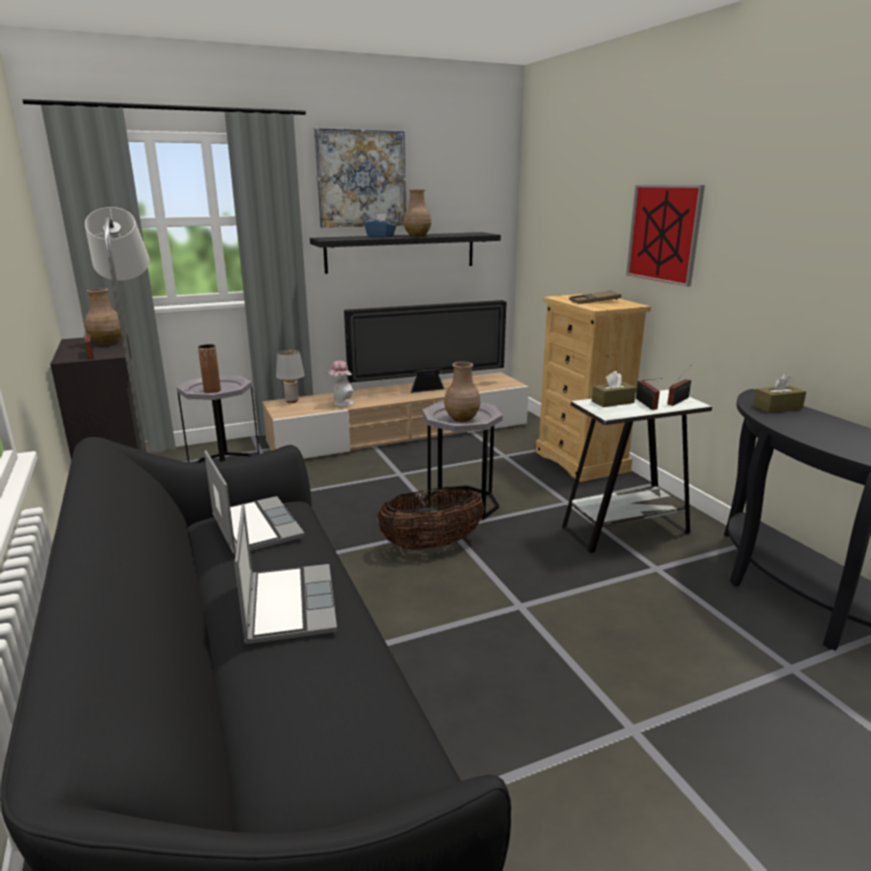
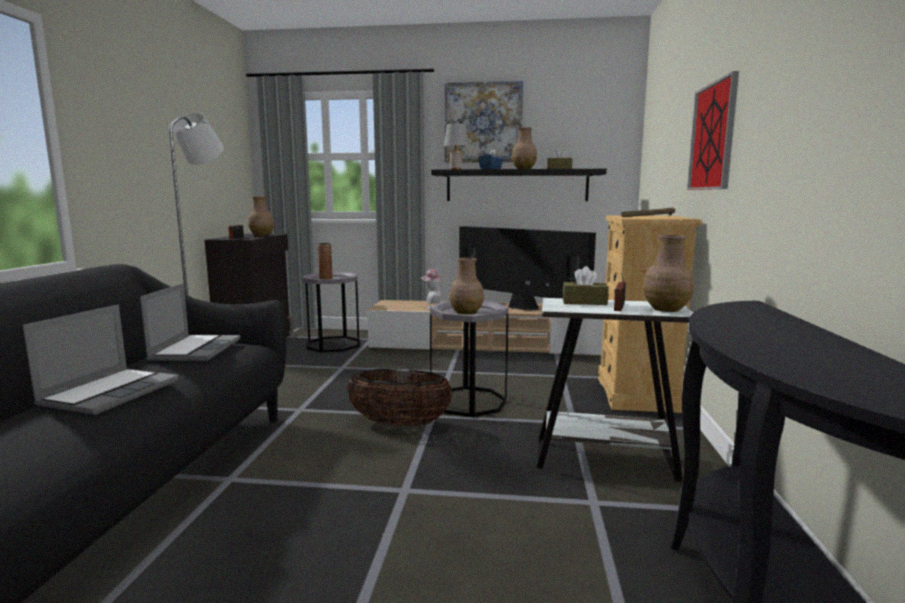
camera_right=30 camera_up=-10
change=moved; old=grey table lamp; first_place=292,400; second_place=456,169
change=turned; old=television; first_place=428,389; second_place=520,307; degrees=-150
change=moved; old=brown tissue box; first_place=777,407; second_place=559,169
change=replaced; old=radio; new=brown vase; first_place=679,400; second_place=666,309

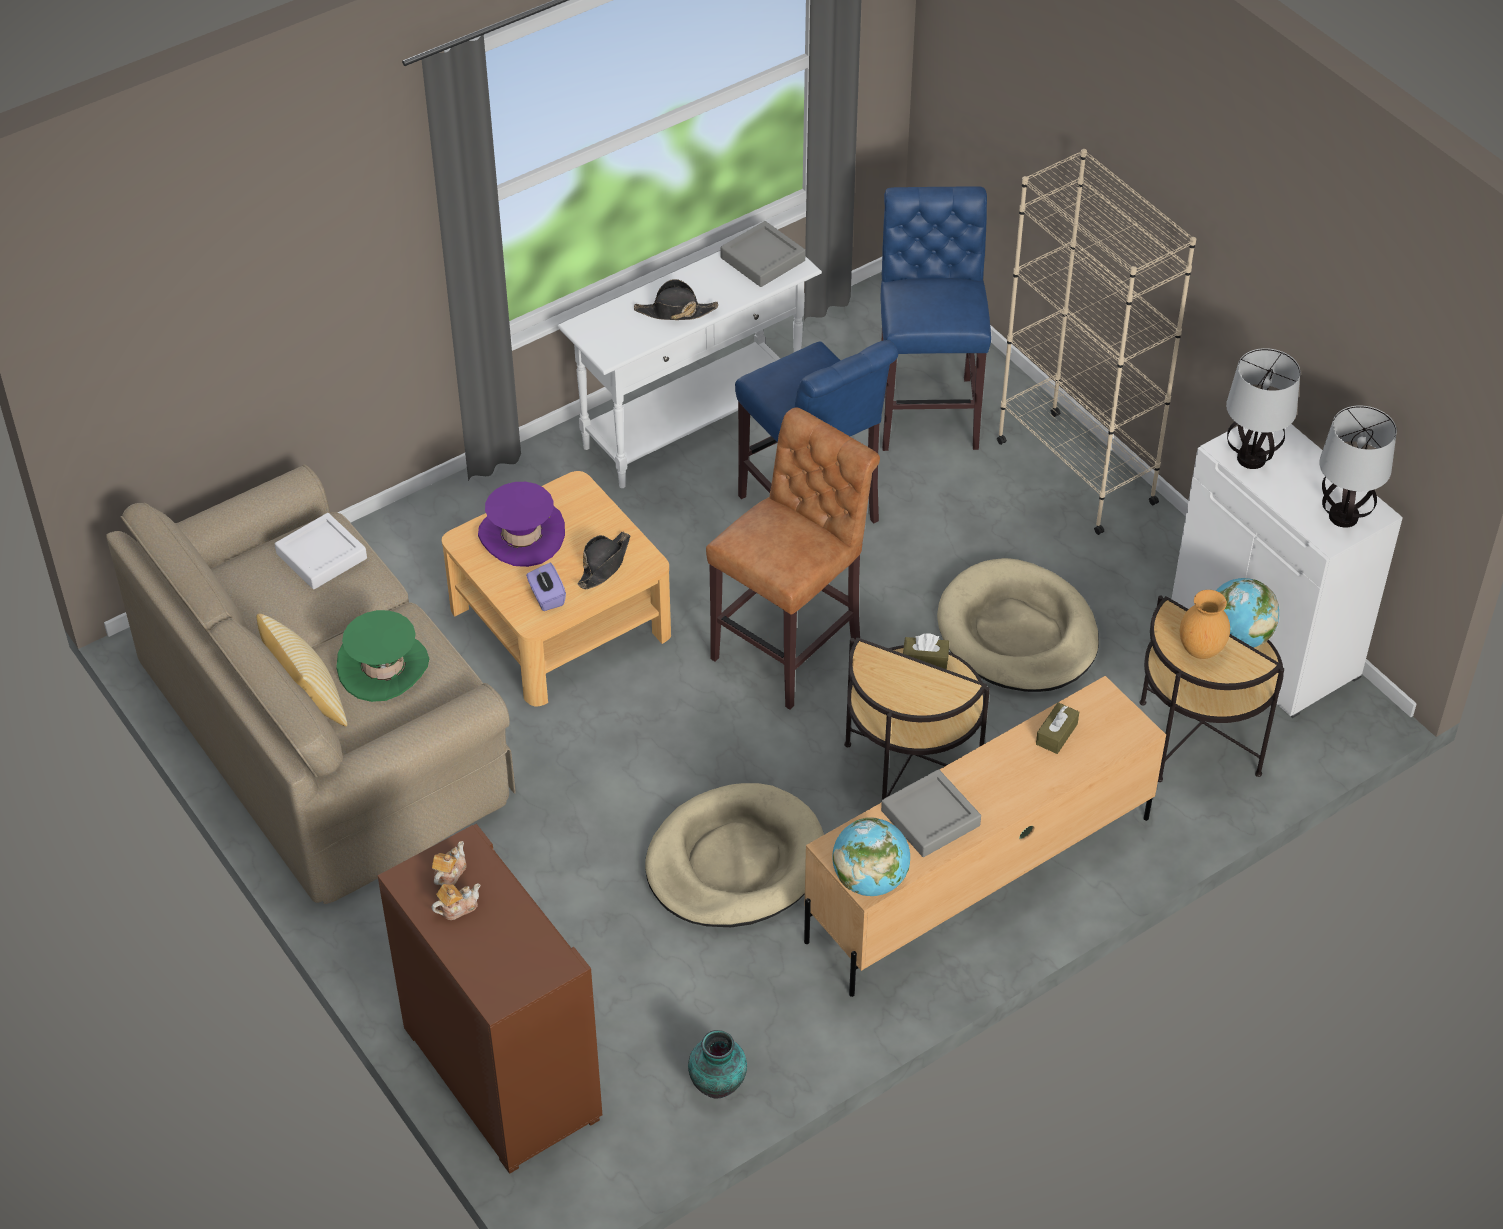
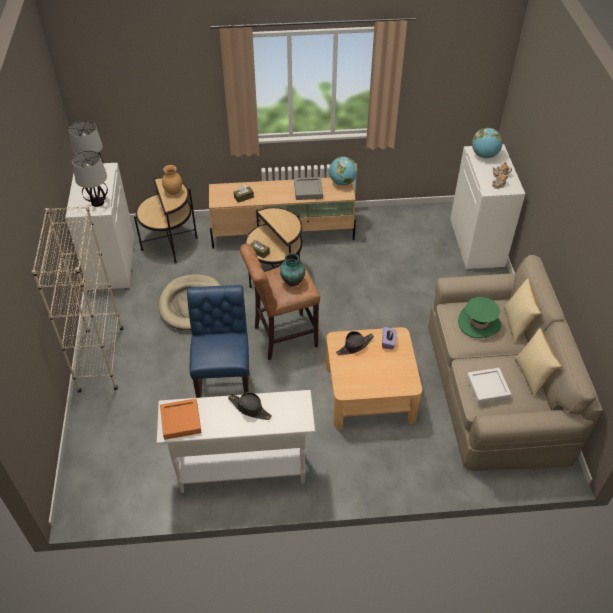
camera_right=-150 camera_up=0
change=recoloured; old=grey tray; new=orange tray; first_place=762,259; second_place=181,421
change=moved; old=vase; first_place=719,1085; second_place=292,281
change=recoloured; old=brown cabinet; new=white cabinet; first_place=499,1073; second_place=477,243
change=moved; old=globe; first_place=1237,637; second_place=484,155
change=added; new=pillow; second_place=532,376
change=removed; old=purple hat; first_place=522,536
change=removed; old=beige dog bed; first_place=735,862
change=removed; old=blue stool; first_place=927,408

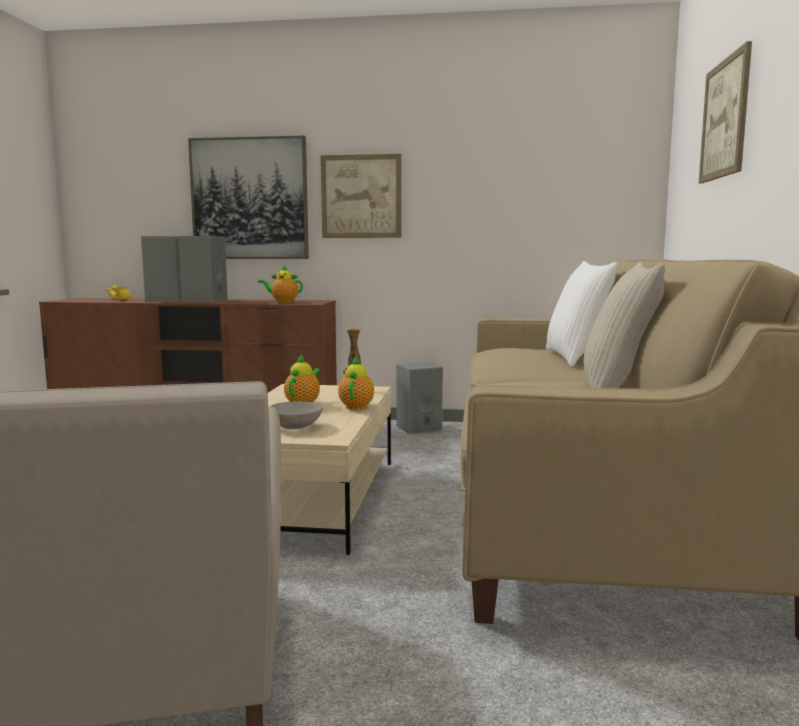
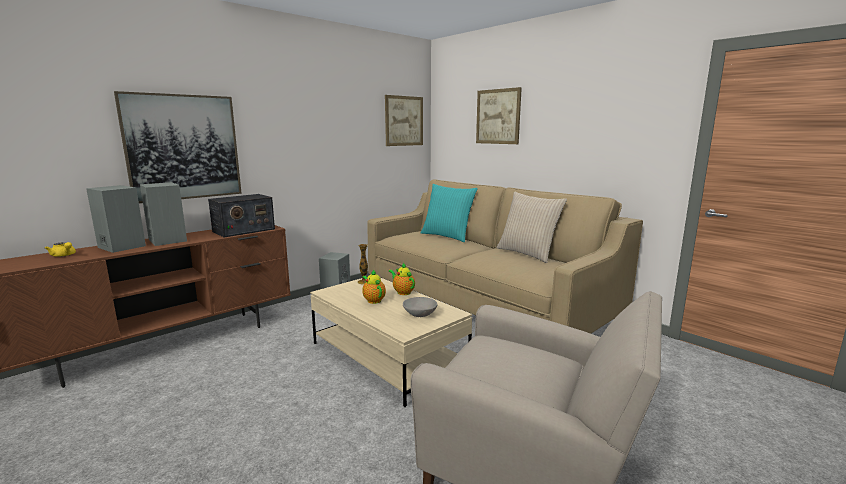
camera_right=-50 camera_up=5
change=replaced; old=teapot; new=radio; first_place=283,302; second_place=243,230
change=moved; old=picture; first_place=361,196; second_place=404,121
change=recoloured; old=white pillow; new=turquoise pillow; first_place=576,358; second_place=447,236

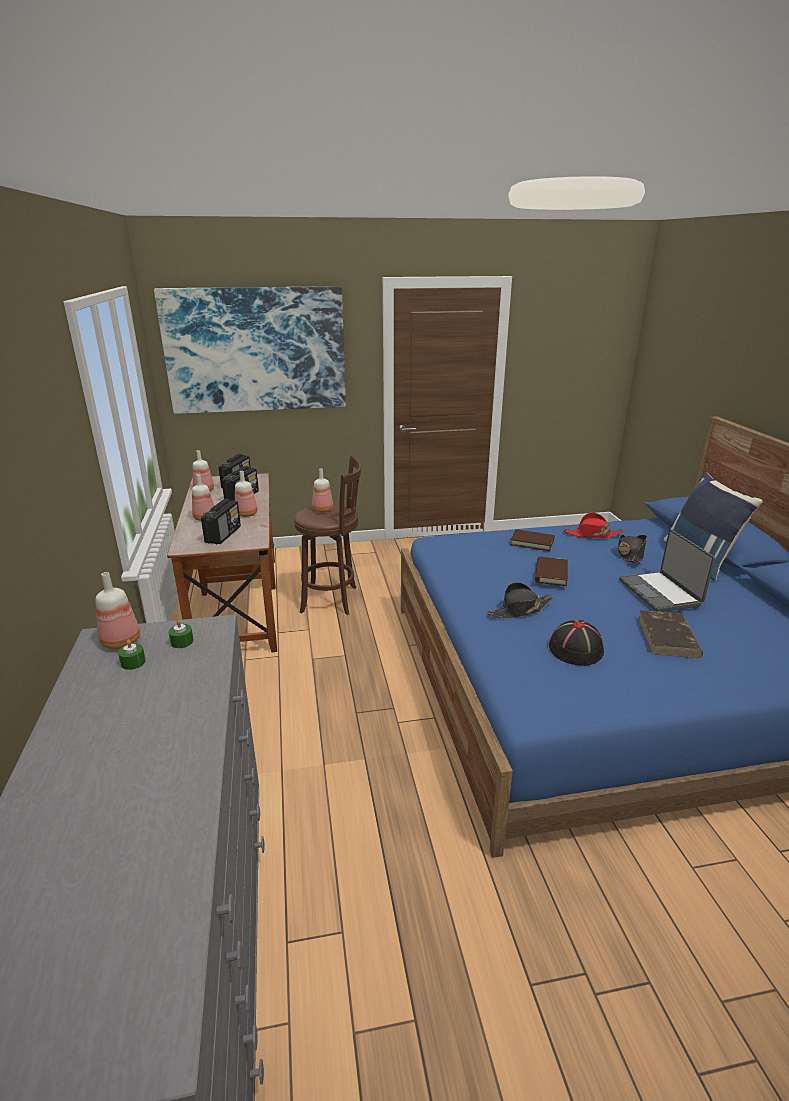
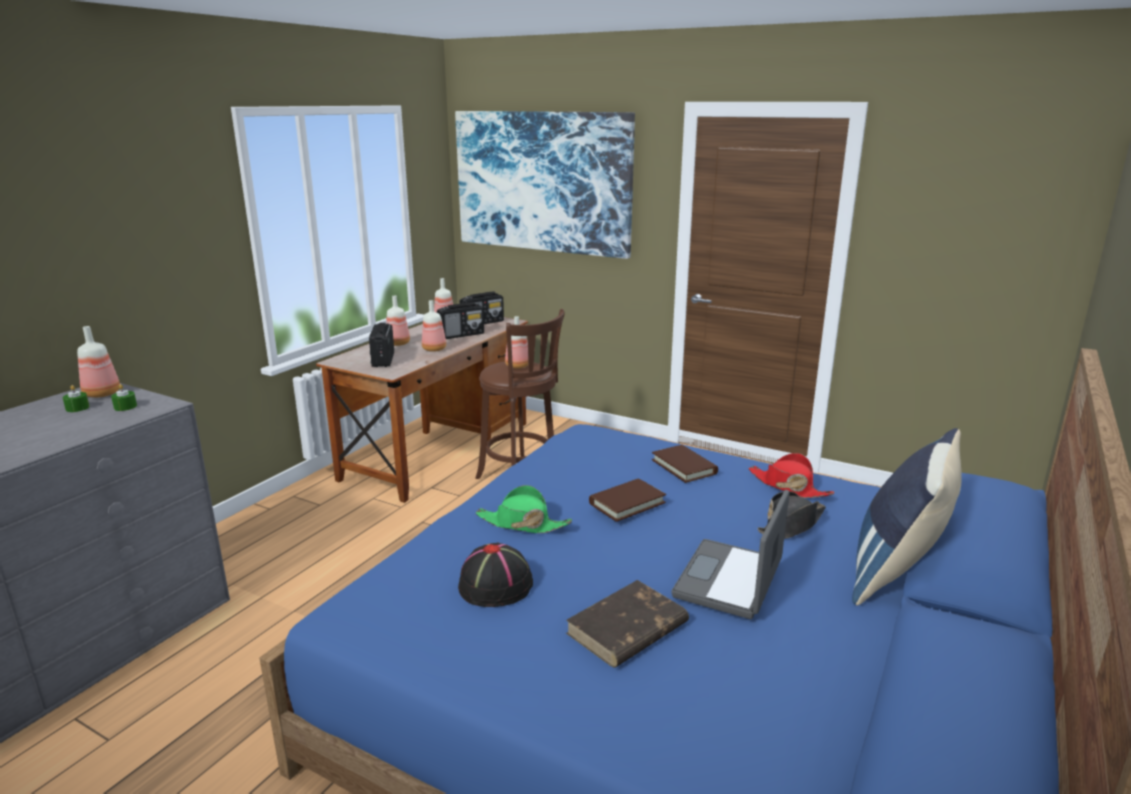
camera_right=40 camera_up=-5
change=turned; old=radio; first_place=223,534; second_place=383,360; degrees=120
change=recoloured; old=black hat; new=green hat; first_place=519,610; second_place=522,523

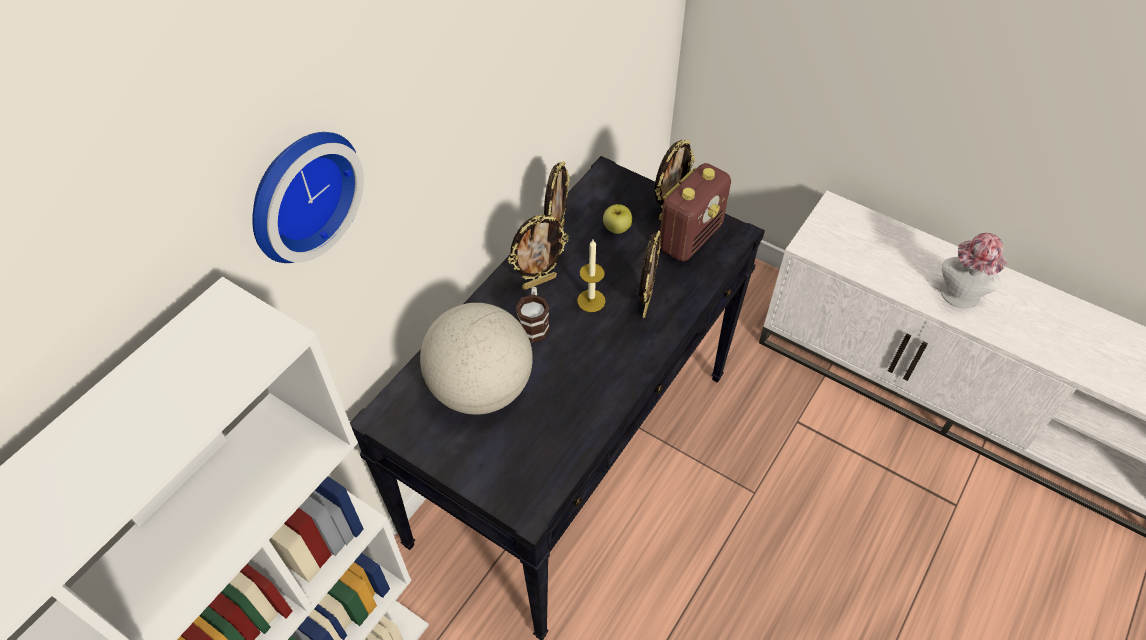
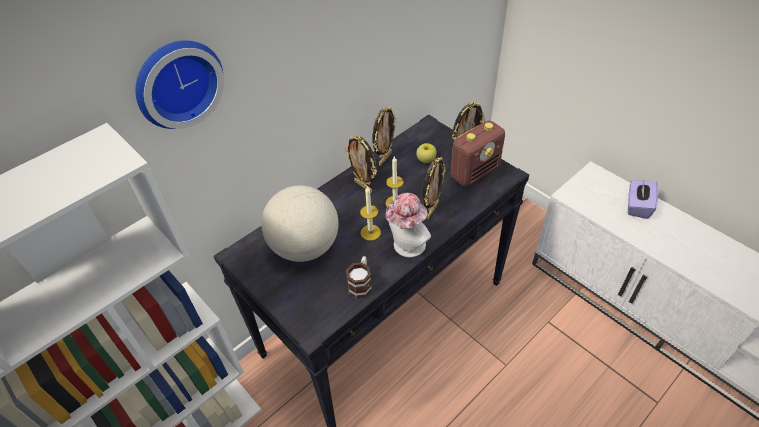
camera_right=15 camera_up=-5
change=turned; old=picture frame; first_place=539,282; second_place=364,186; degrees=60
change=moved; old=mug; first_place=534,323; second_place=361,284
change=added; new=candle; second_place=370,232
change=moved; old=hat; first_place=958,297; second_place=406,247
change=added; new=purple tissue box; second_place=637,206

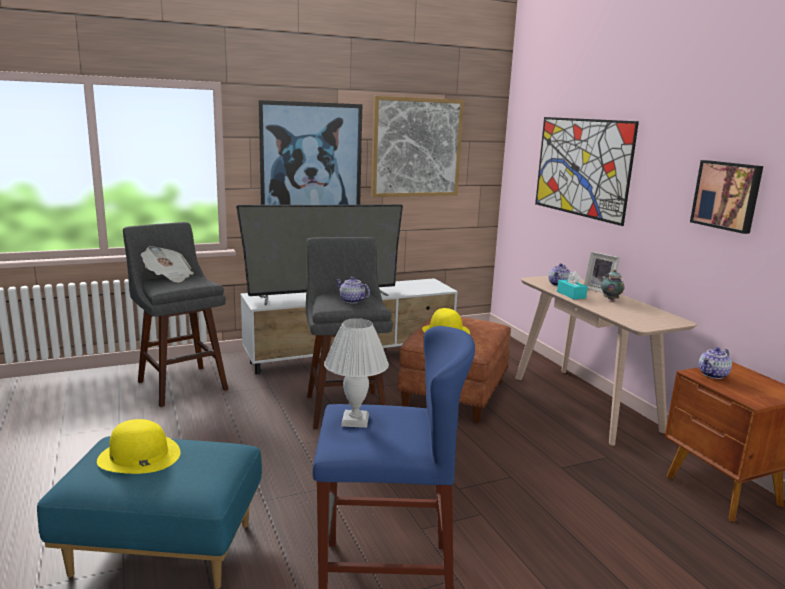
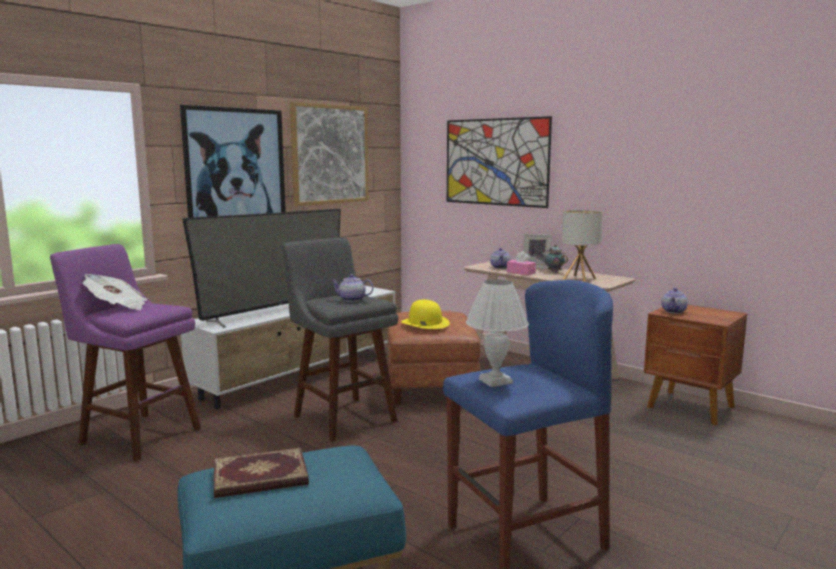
camera_right=-25 camera_up=-5
change=recoloured; old=grey stool; new=purple stool; first_place=180,384; second_place=137,435
change=replaced; old=yellow hat; new=book; first_place=138,456; second_place=260,478
change=recoloured; old=turquoise tissue box; new=pink tissue box; first_place=571,295; second_place=521,272
change=added; new=table lamp; second_place=579,278
change=removed; old=picture; first_place=727,195

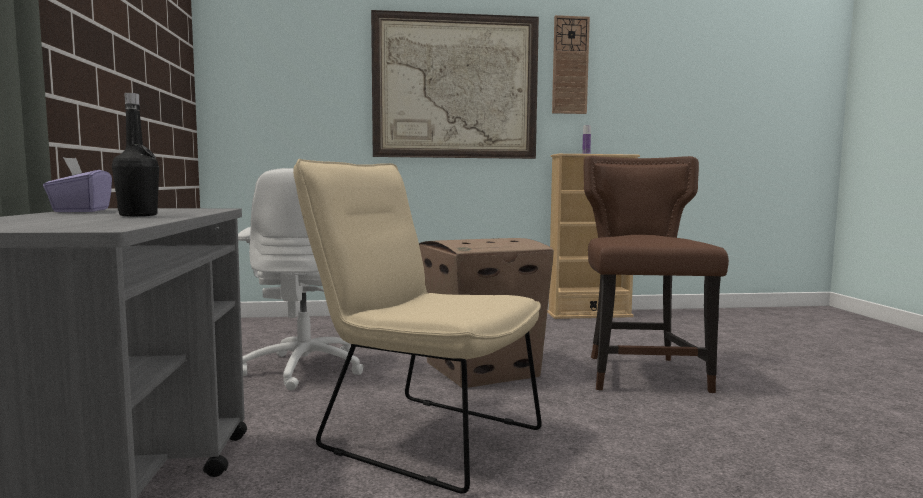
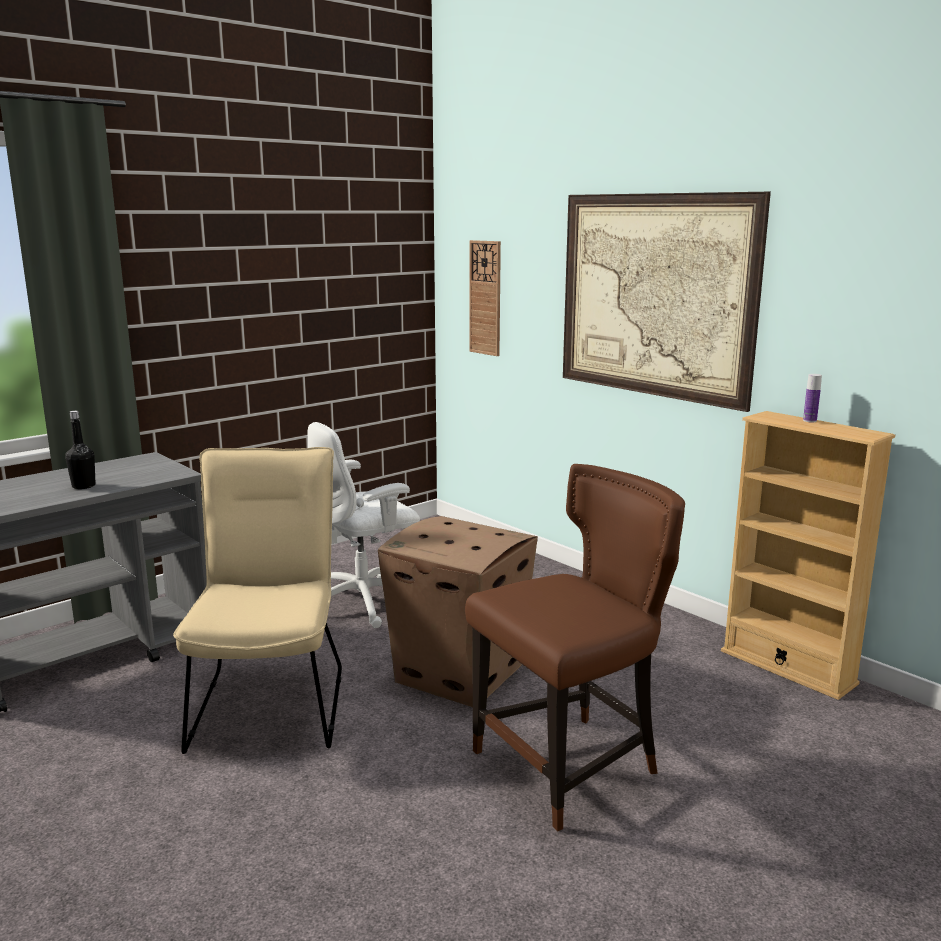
camera_right=55 camera_up=10
change=moved; old=wall clock; first_place=570,65; second_place=485,298
change=removed; old=purple tissue box; first_place=81,211

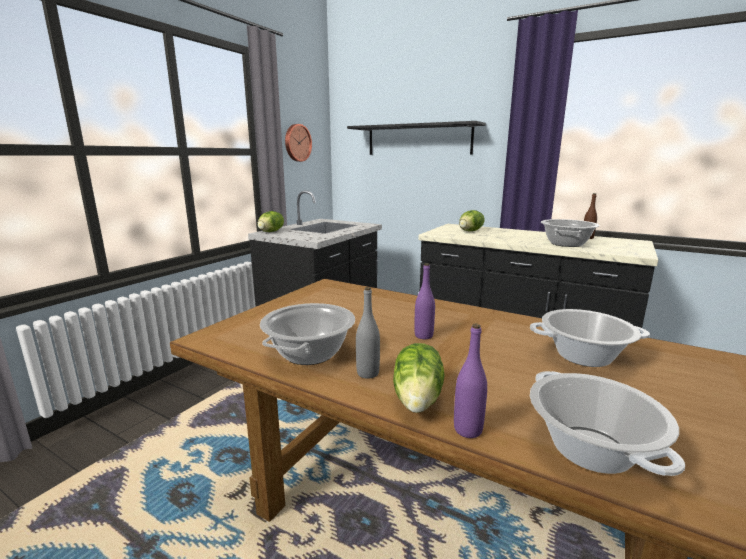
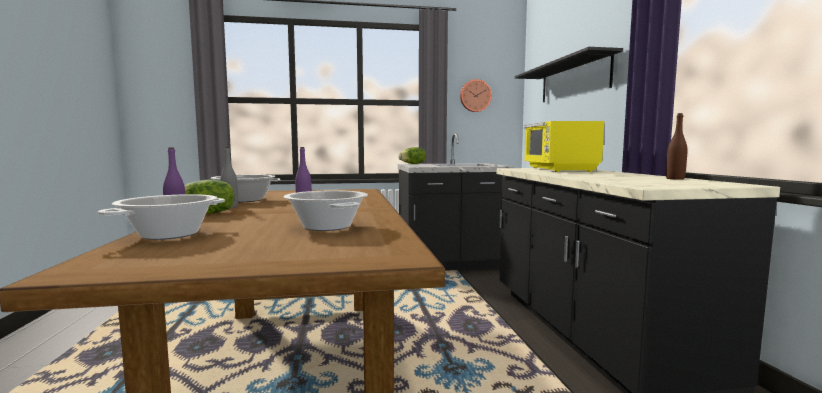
camera_right=50 camera_up=-10
change=replaced; old=lettuce; new=yellow microwave; first_place=470,231; second_place=558,169
change=removed; old=cooking pot; first_place=566,244

